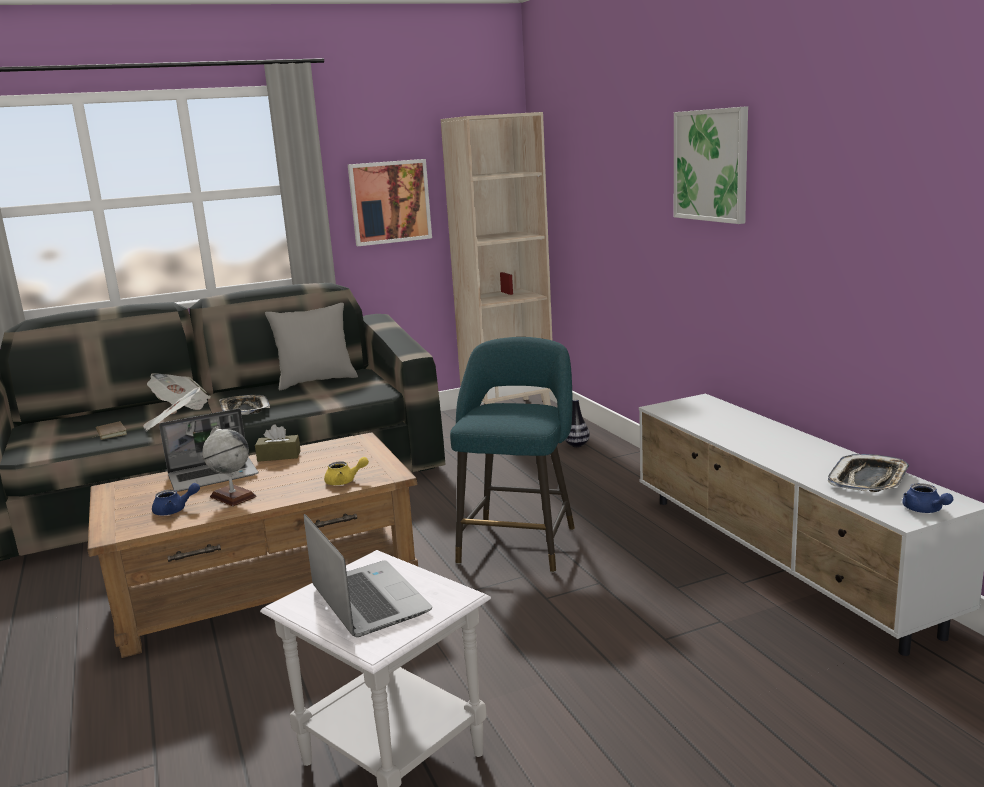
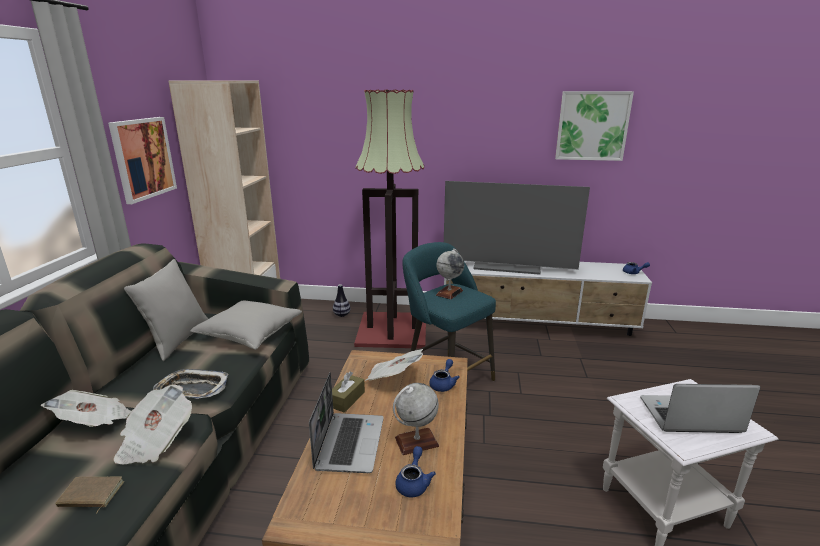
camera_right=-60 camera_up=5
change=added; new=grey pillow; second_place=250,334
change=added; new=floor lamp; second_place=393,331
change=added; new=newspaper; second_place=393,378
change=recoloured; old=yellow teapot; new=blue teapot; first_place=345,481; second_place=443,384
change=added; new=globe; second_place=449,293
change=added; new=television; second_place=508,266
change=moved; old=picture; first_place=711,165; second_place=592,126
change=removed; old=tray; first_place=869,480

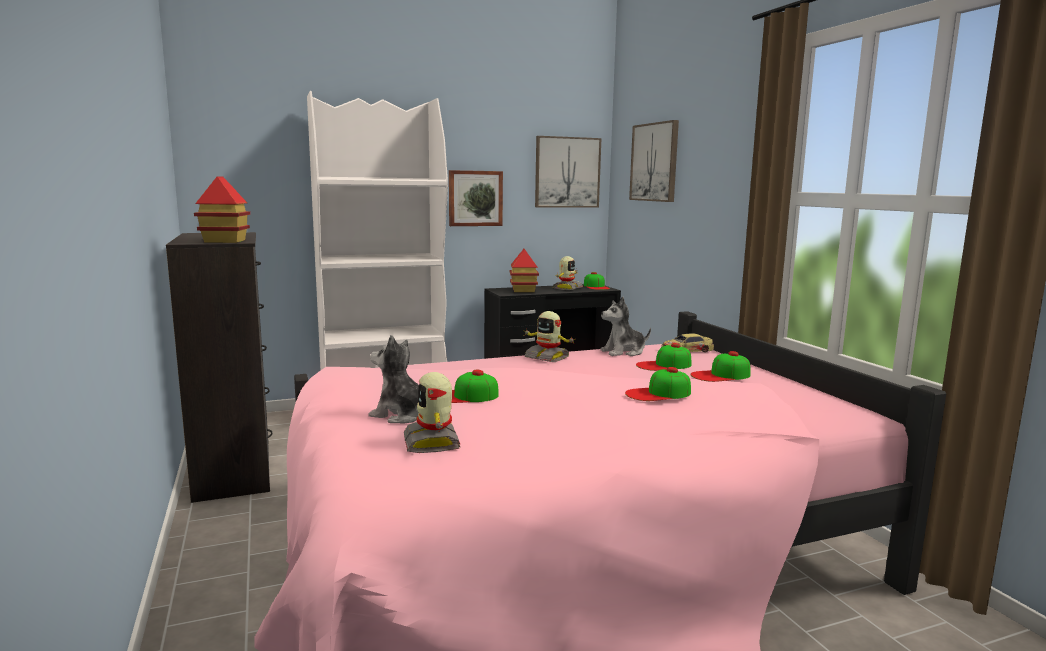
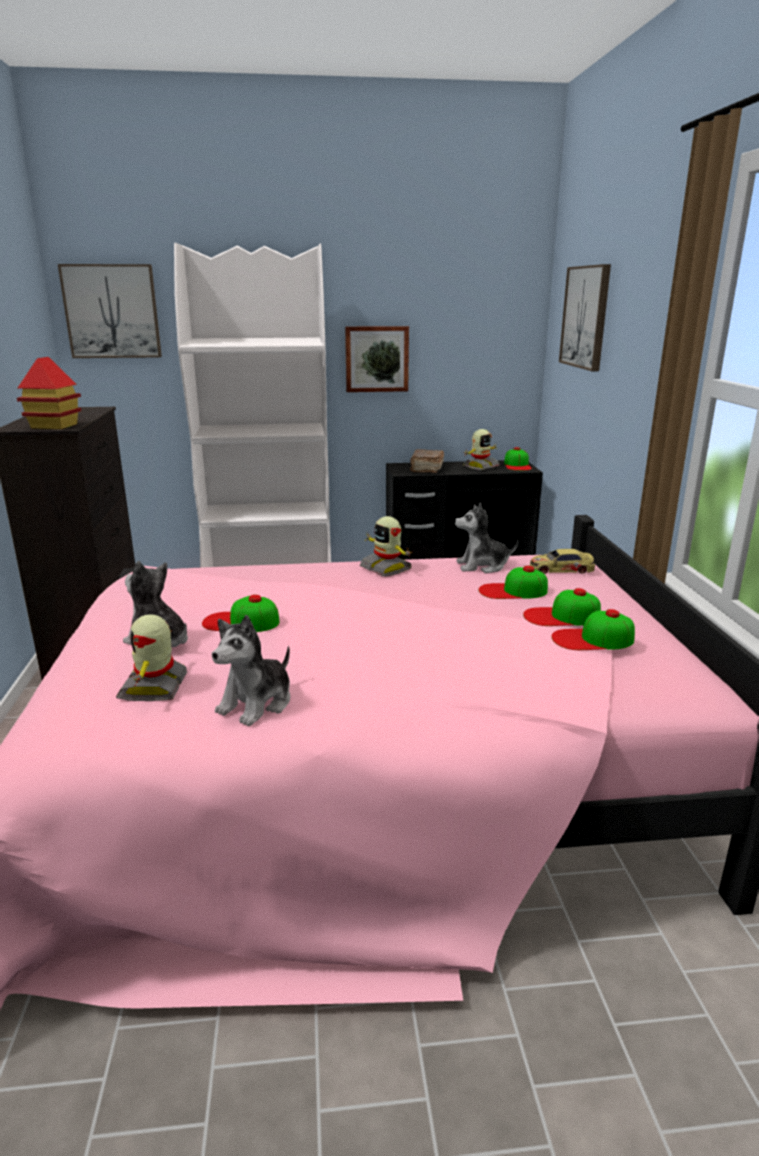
camera_right=15 camera_up=10
change=moved; old=picture; first_place=567,172; second_place=112,311
change=added; new=plush toy; second_place=257,703
change=replaced; old=toy house; new=brown book; first_place=523,290; second_place=426,468
change=moved; old=cap; first_place=658,393; second_place=592,639

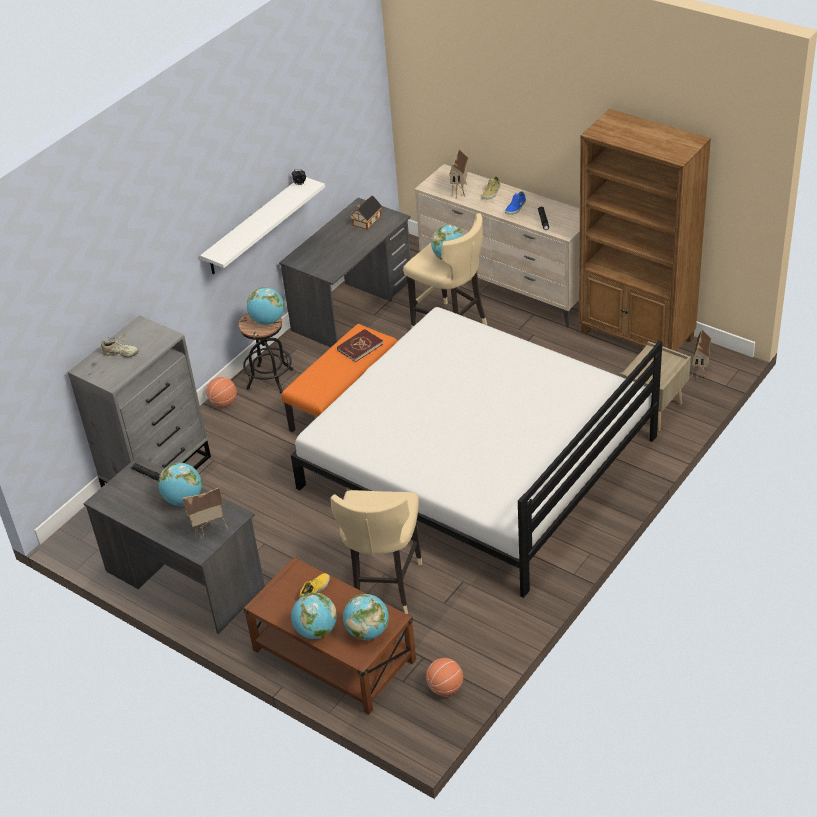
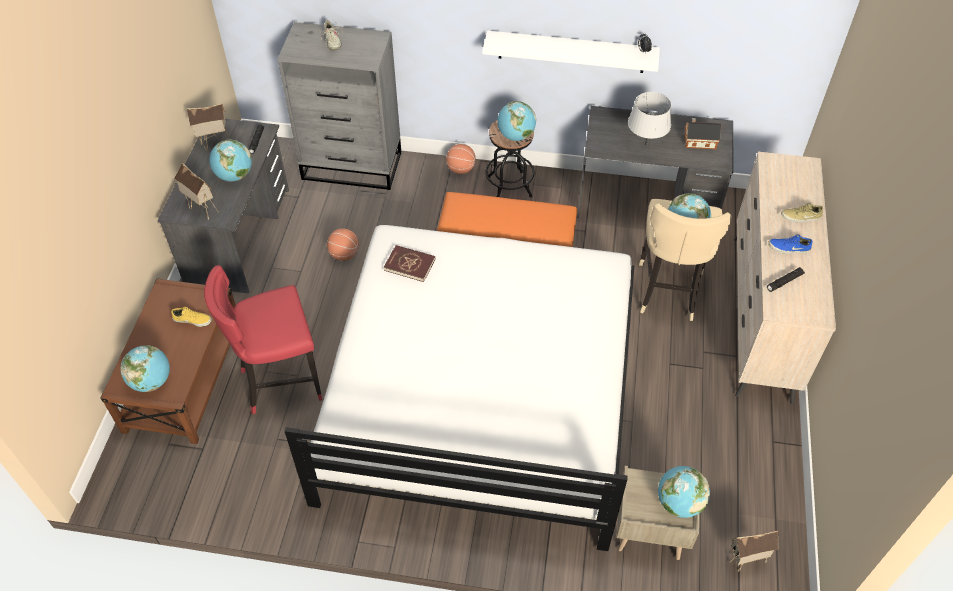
camera_right=60 camera_up=10
change=moved; old=toy house; first_place=460,191; second_place=215,144
change=recoloured; old=beige stool; new=red stool; first_place=384,587; second_place=280,382
change=moved; old=basketball; first_place=445,688; second_place=345,254
change=moved; old=red book; first_place=360,347; second_place=409,264
change=added; new=grey table lamp; second_place=645,144
change=moved; old=globe; first_place=316,631; second_place=679,503
change=removed; old=brown bookcase; first_place=637,336

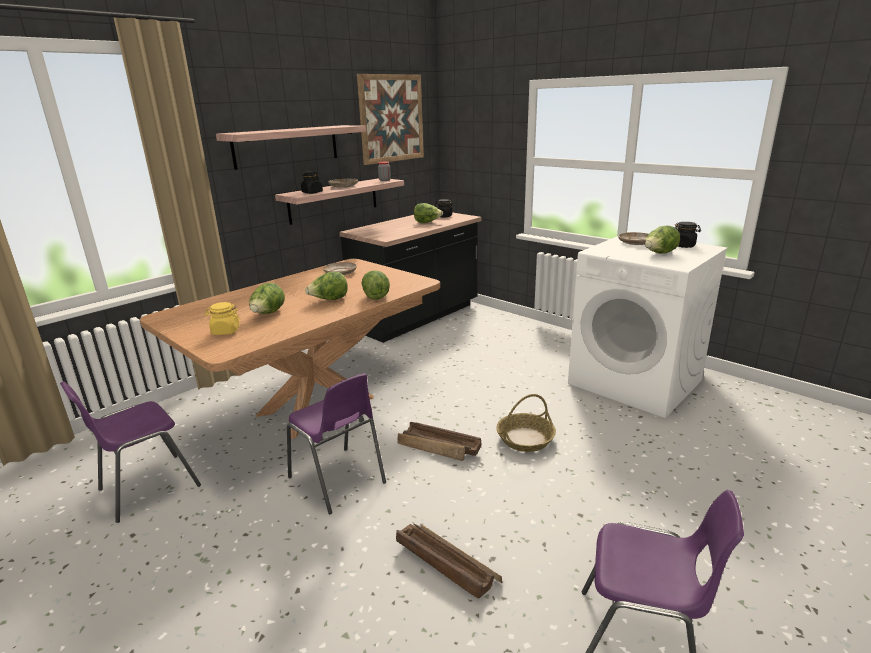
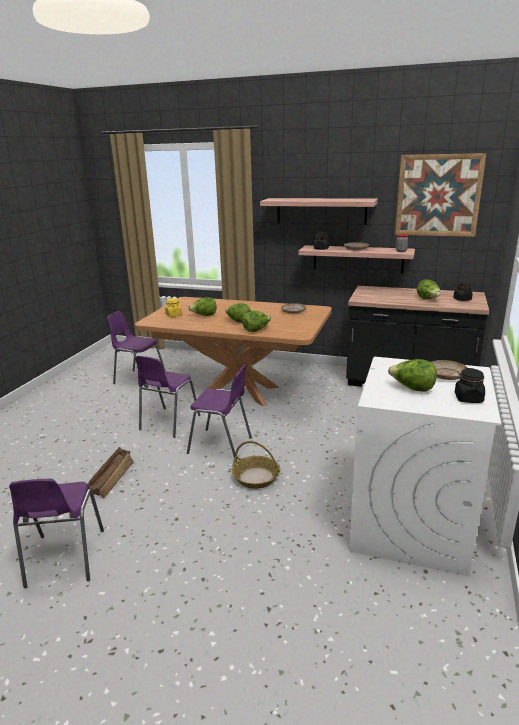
camera_right=65 camera_up=0
change=replaced; old=crate; new=purple chair; first_place=439,447; second_place=221,445

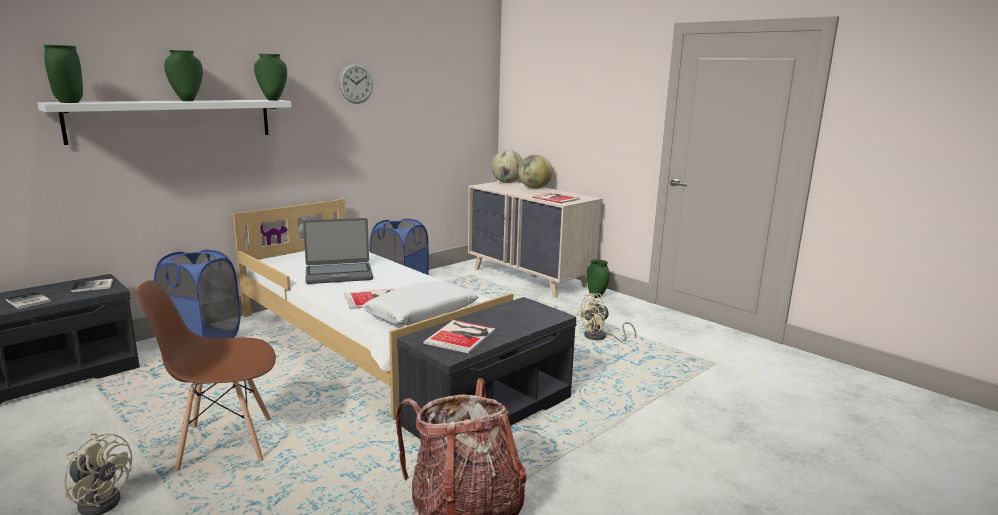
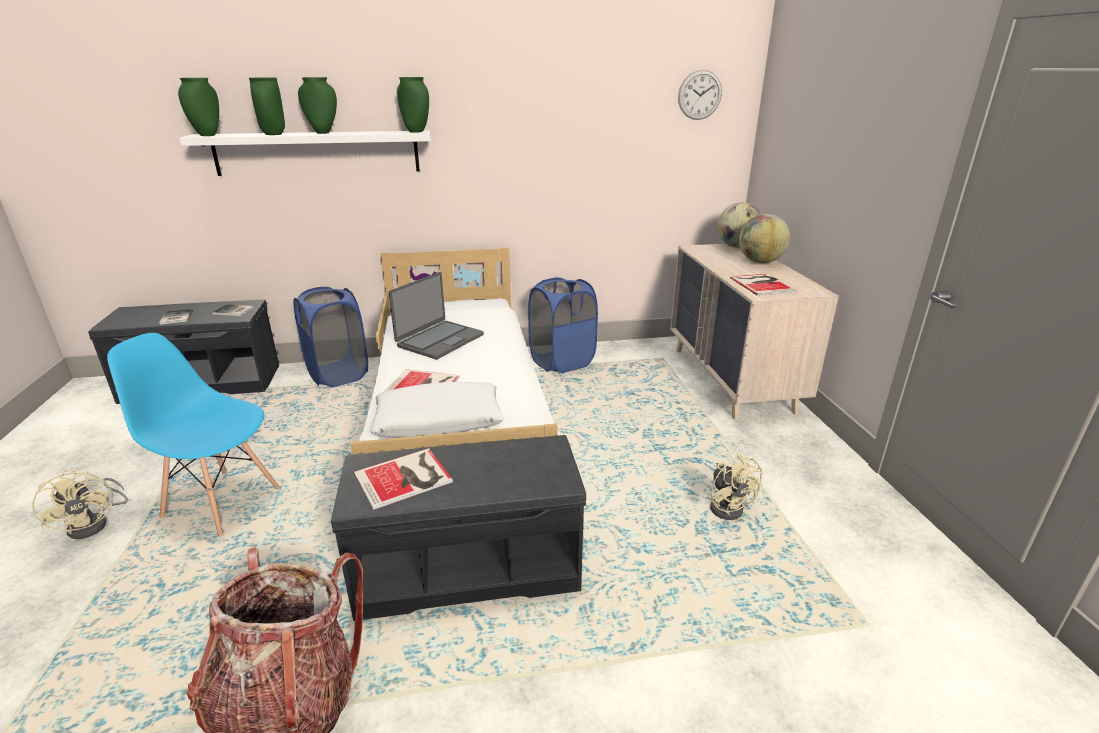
camera_right=35 camera_up=10
change=recoloured; old=brown chair; new=blue chair; first_place=225,444; second_place=222,502
change=moved; old=green vase; first_place=595,296; second_place=273,134
change=turned; old=laptop; first_place=339,274; second_place=439,340; degrees=-75
change=moved; old=wall clock; first_place=356,83; second_place=700,95
change=turned; old=beige fan; first_place=600,337; second_place=727,506; degrees=-120

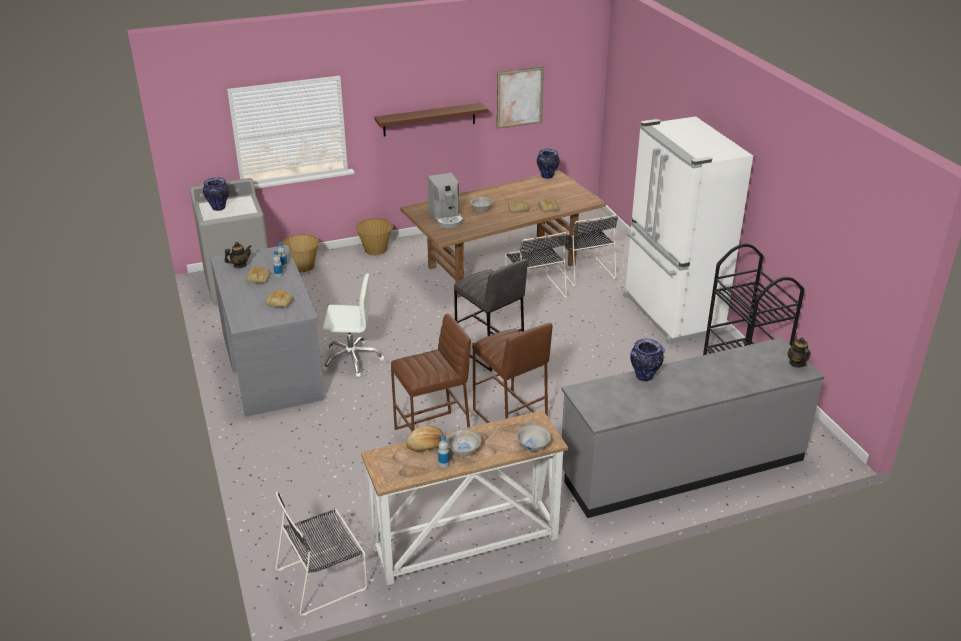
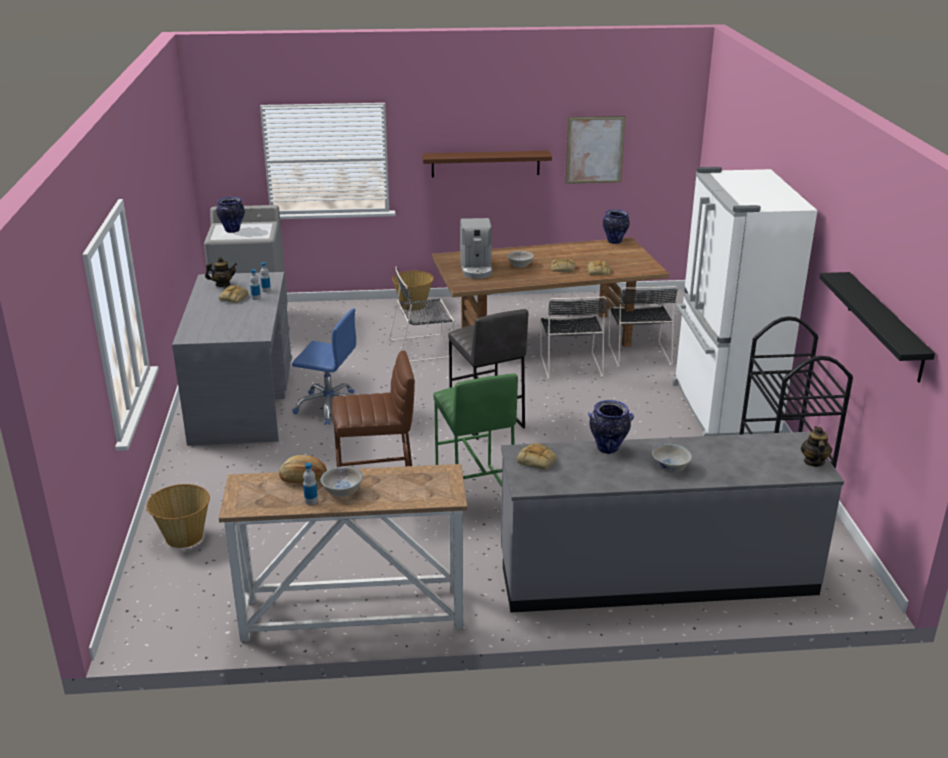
camera_right=15 camera_up=-5
change=moved; old=basket; first_place=302,266; second_place=183,536
change=recoloured; old=white office chair; new=blue office chair; first_place=352,359; second_place=330,406
change=moved; old=black chair; first_place=324,578; second_place=423,348
change=recoloured; old=brown stool; new=green stool; first_place=509,417; second_place=473,490
change=moved; old=bread; first_place=280,302; second_place=537,460
change=moved; old=white bowl; first_place=532,446; second_place=670,467
change=added; new=black shelf; second_place=885,326

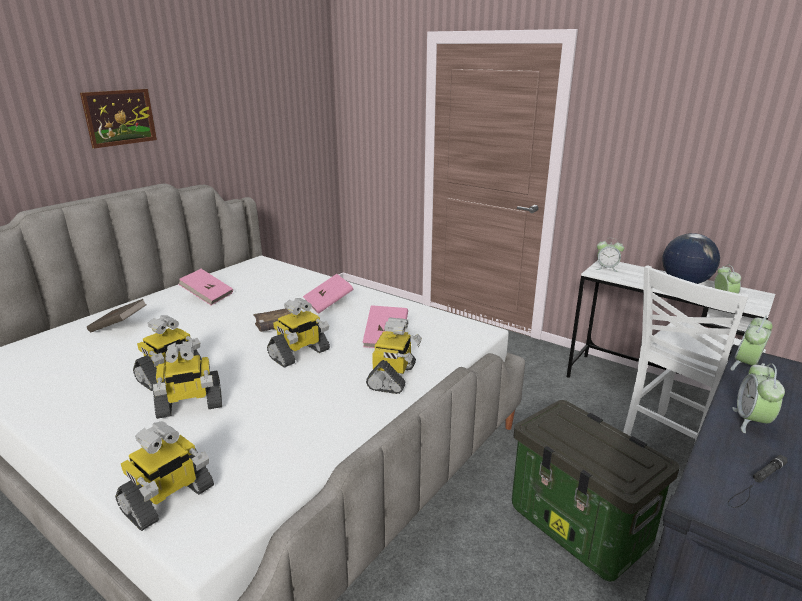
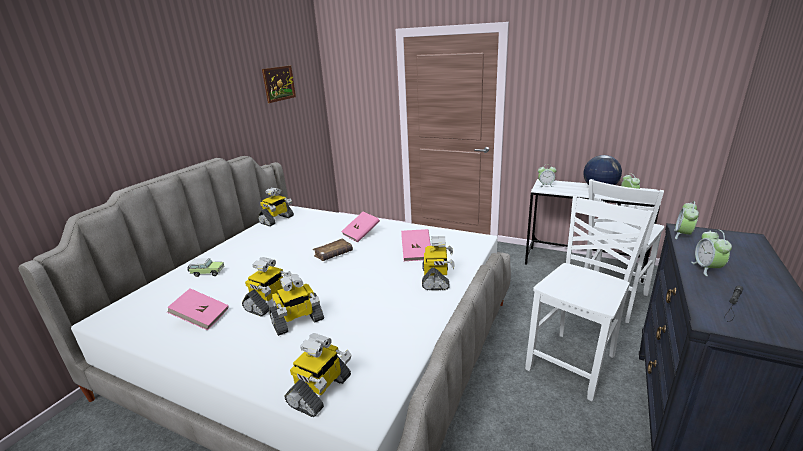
camera_right=-10 camera_up=0
change=moved; old=pink book; first_place=208,296; second_place=201,318
change=replaced; old=brown book; new=toy car; first_place=119,327; second_place=207,273
change=moved; old=toy robot; first_place=299,354; second_place=277,220
change=moved; old=picture; first_place=119,117; second_place=279,83
change=replaced; old=storage box; new=white chair; first_place=580,528; second_place=574,363

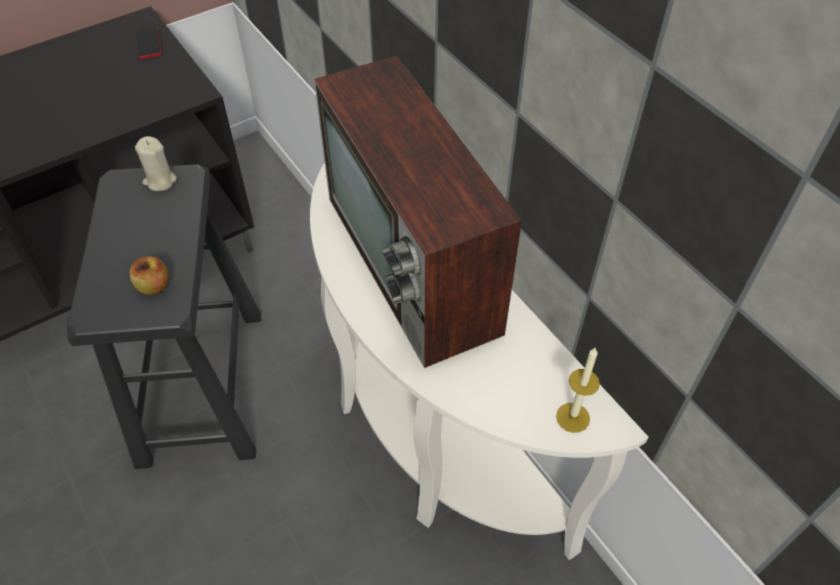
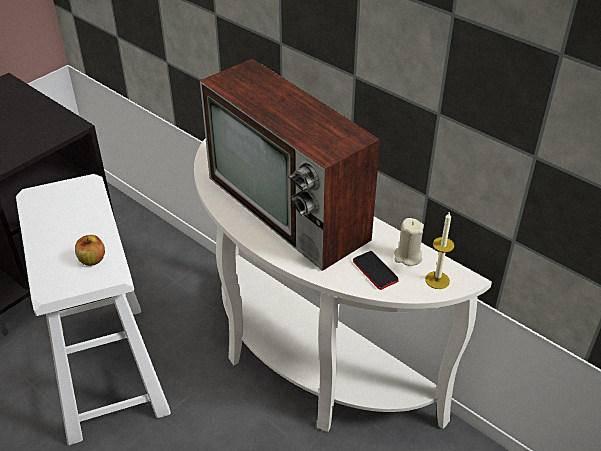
camera_right=-15 camera_up=-10
change=recoloured; old=black stool; new=white stool; first_place=202,385; second_place=107,369
change=moved; old=phone; first_place=148,44; second_place=375,271
change=moved; old=beige candle; first_place=160,181; second_place=407,257

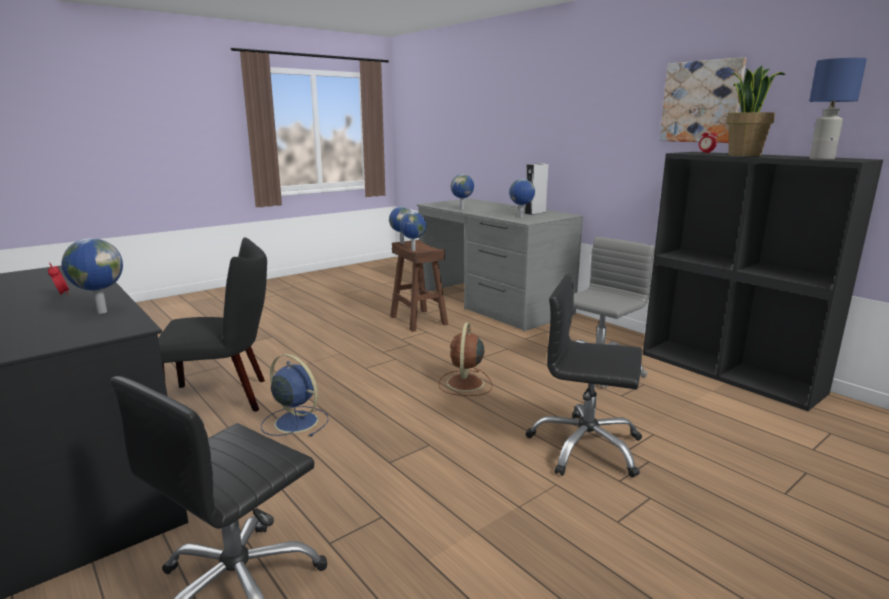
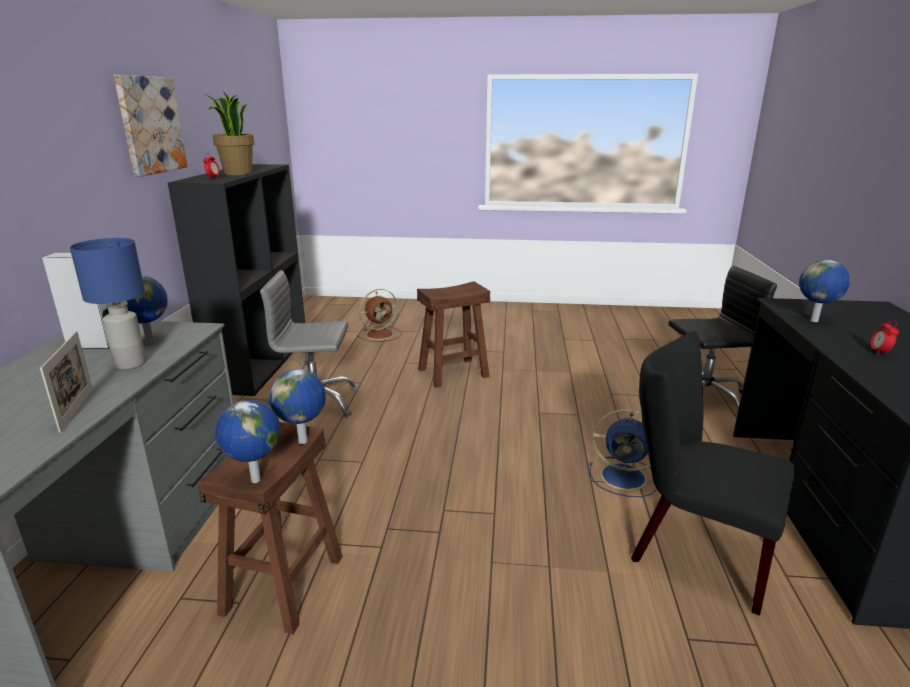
camera_right=-135 camera_up=5
change=replaced; old=globe; new=picture frame; first_place=462,209; second_place=76,409
change=moved; old=blue table lamp; first_place=821,159; second_place=129,364
change=moved; old=brown fan; first_place=465,384; second_place=381,334
change=replaced; old=black office chair; new=brown stool; first_place=585,447; second_place=453,373
change=turned; old=blue fan; first_place=295,421; second_place=625,477; degrees=-60

